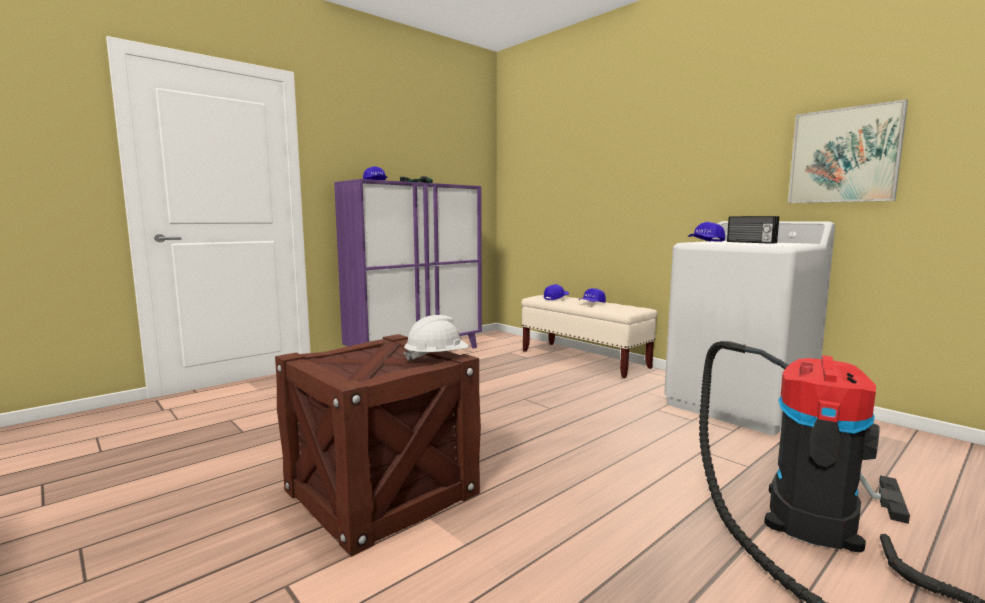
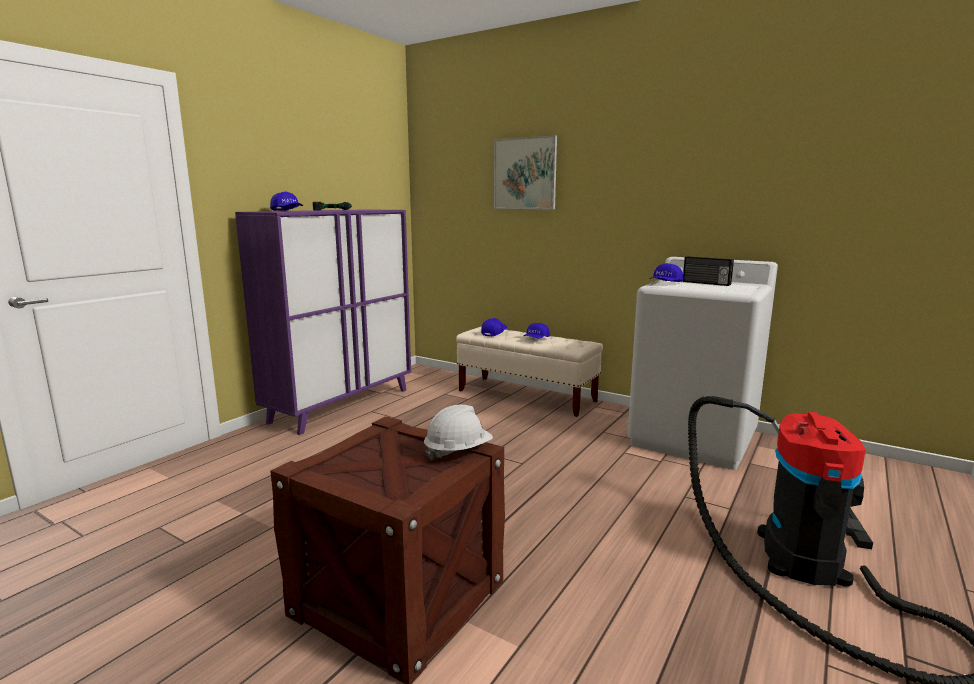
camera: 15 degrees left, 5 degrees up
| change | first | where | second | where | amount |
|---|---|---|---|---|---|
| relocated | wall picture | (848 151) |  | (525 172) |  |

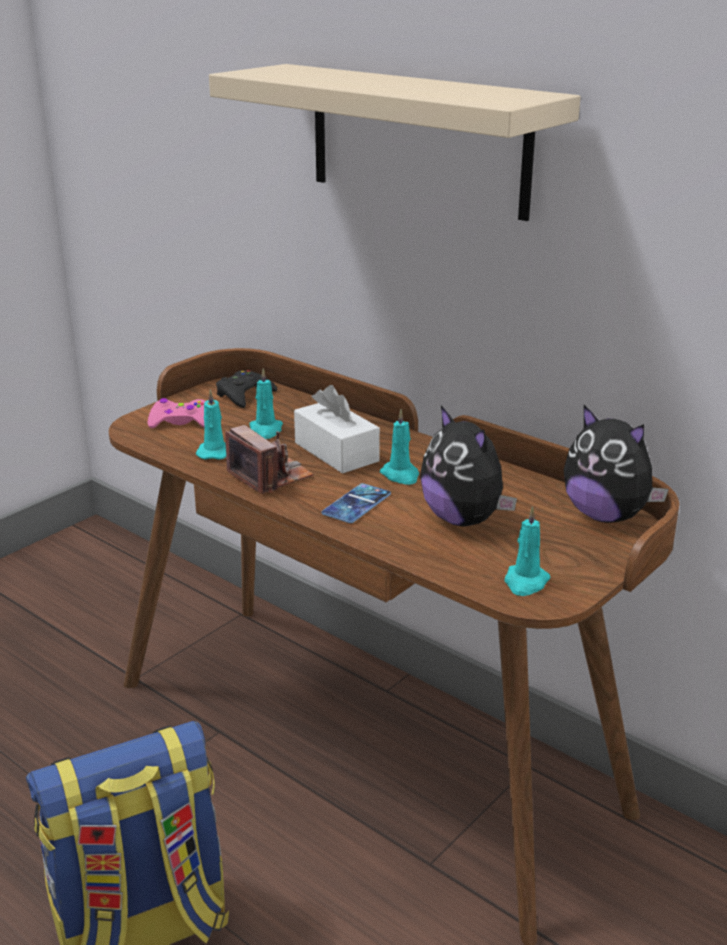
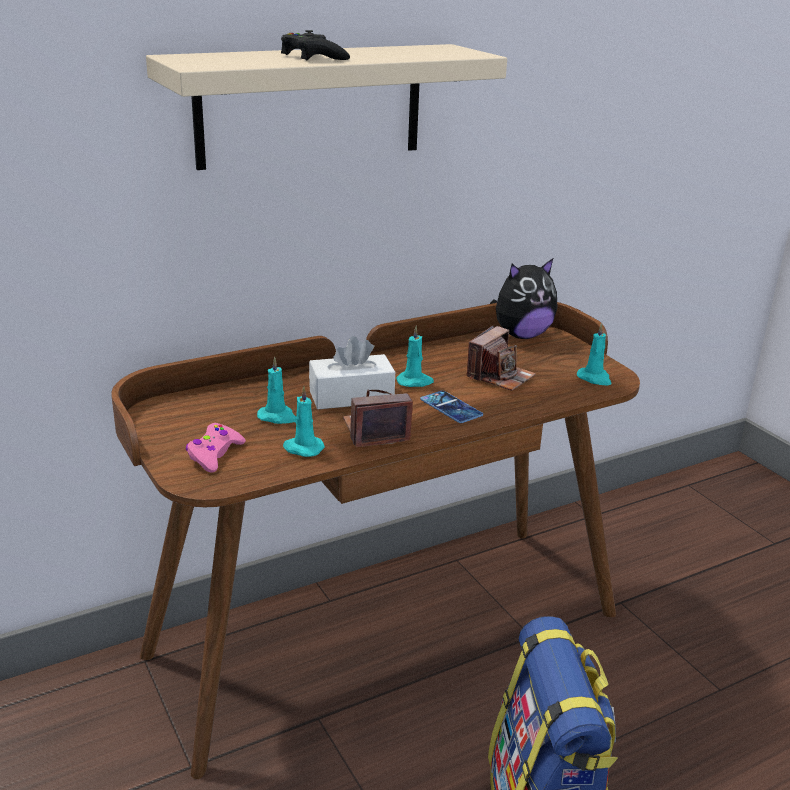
camera: 70 degrees left, 0 degrees up
| change | first | where | second | where | amount |
|---|---|---|---|---|---|
| relocated | black joypad | (247 389) |  | (315 45) |  |
| exchanged | plush toy | (468 466) | still camera | (501 358) |  |

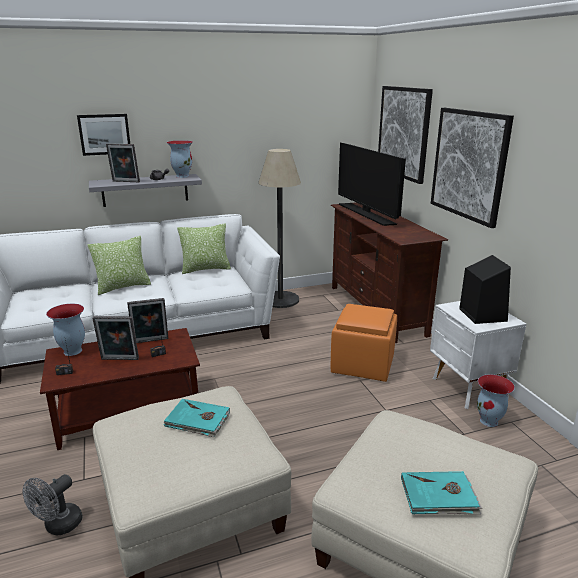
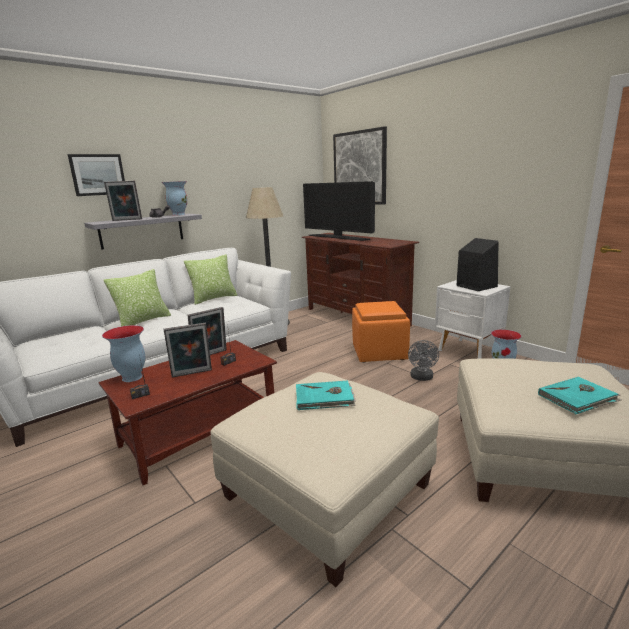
camera: 20 degrees left, 5 degrees down
| change | first | where | second | where | amount |
|---|---|---|---|---|---|
| relocated | grey electric fan | (52 505) |  | (423 360) |  |
| missing | wall picture | (472 168) |  |  |  |

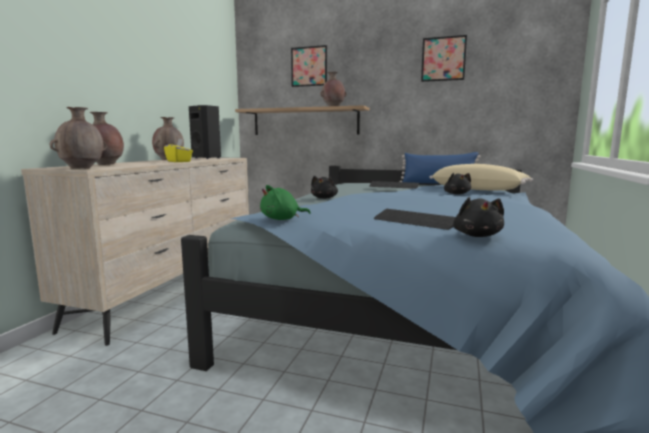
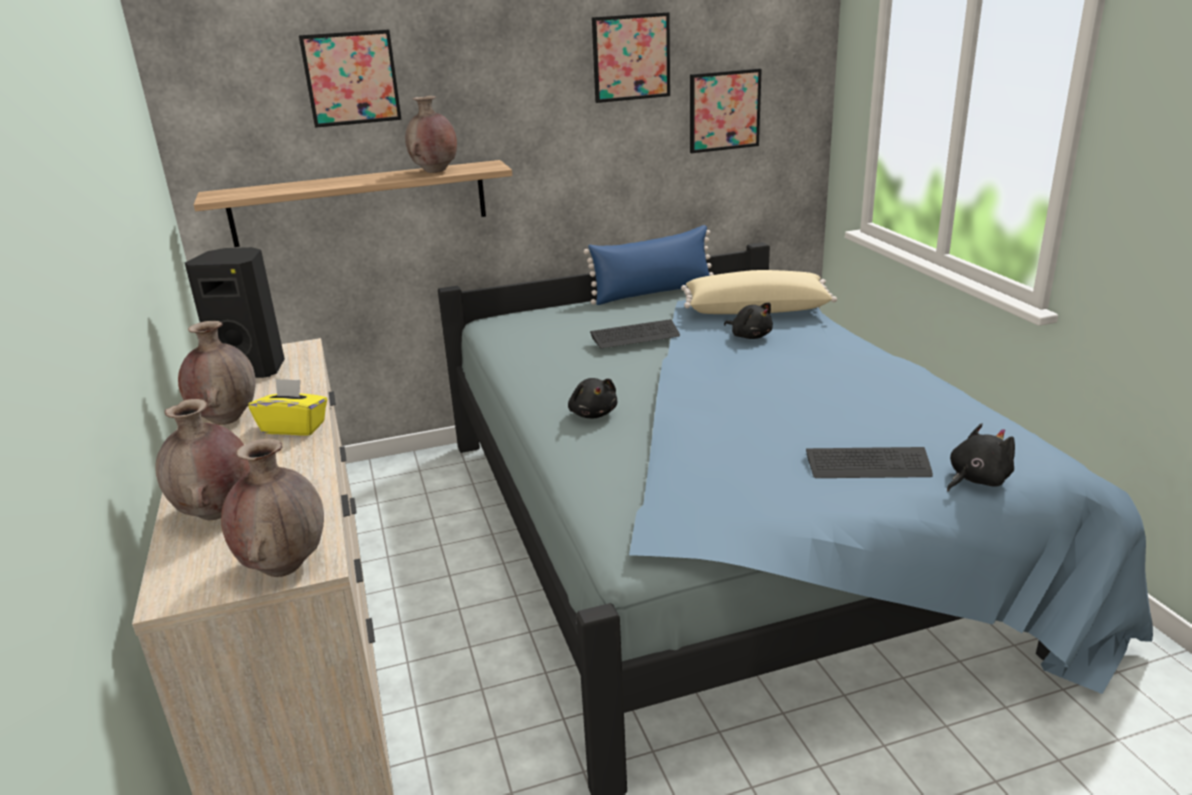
camera: 35 degrees left, 15 degrees up
| change | first | where | second | where | amount |
|---|---|---|---|---|---|
| missing | green plush toy | (285 202) |  |  |  |
| spun | black plush toy | (478 217) |  | (981 457) | 90 degrees counterclockwise |
| appeared |  |  | wall picture | (726 110) |  |

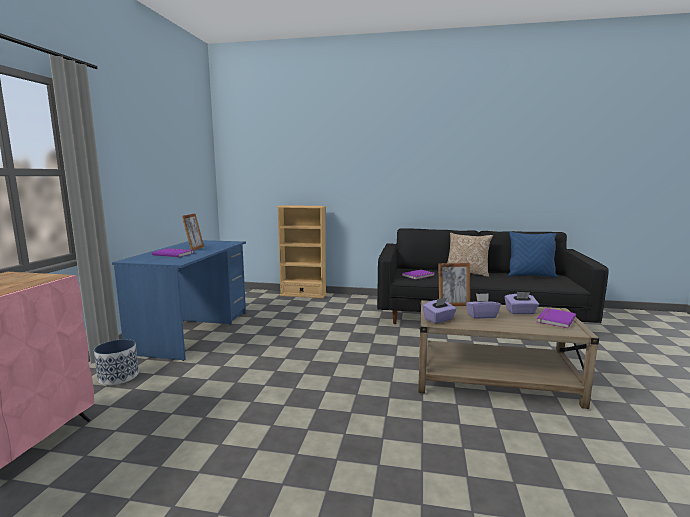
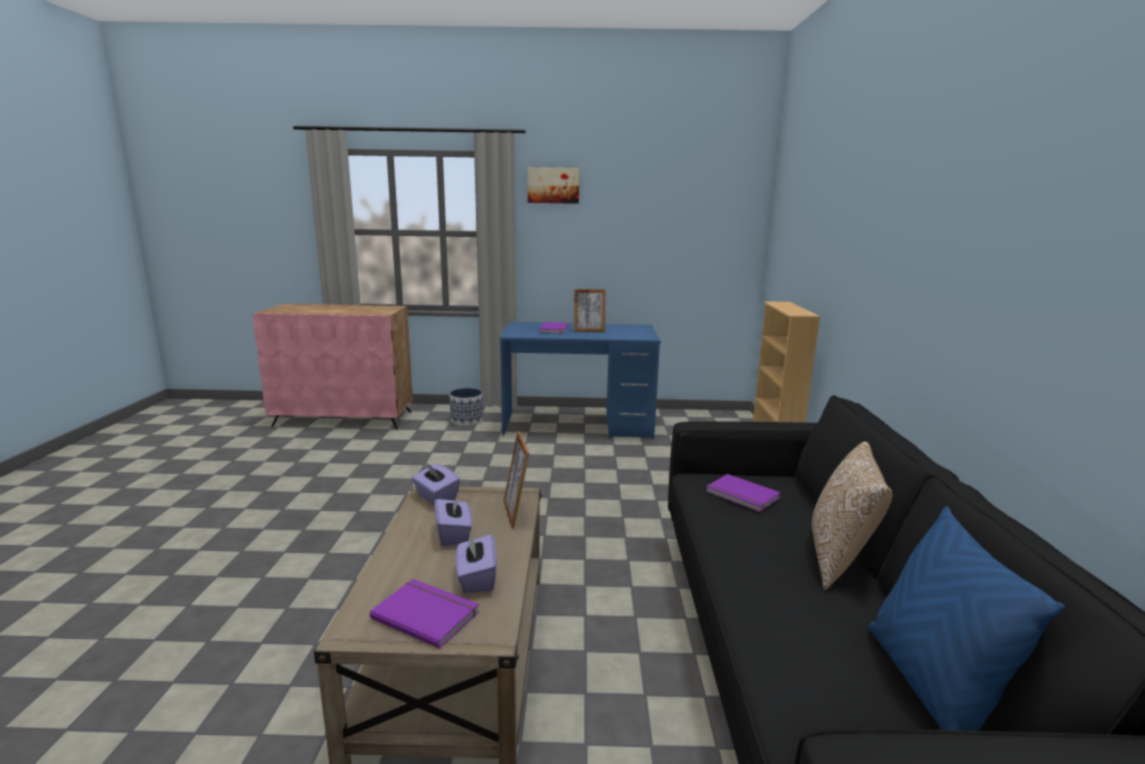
camera: 80 degrees right, 5 degrees up
| change | first | where | second | where | amount |
|---|---|---|---|---|---|
| appeared |  |  | wall picture | (553 185) |  |

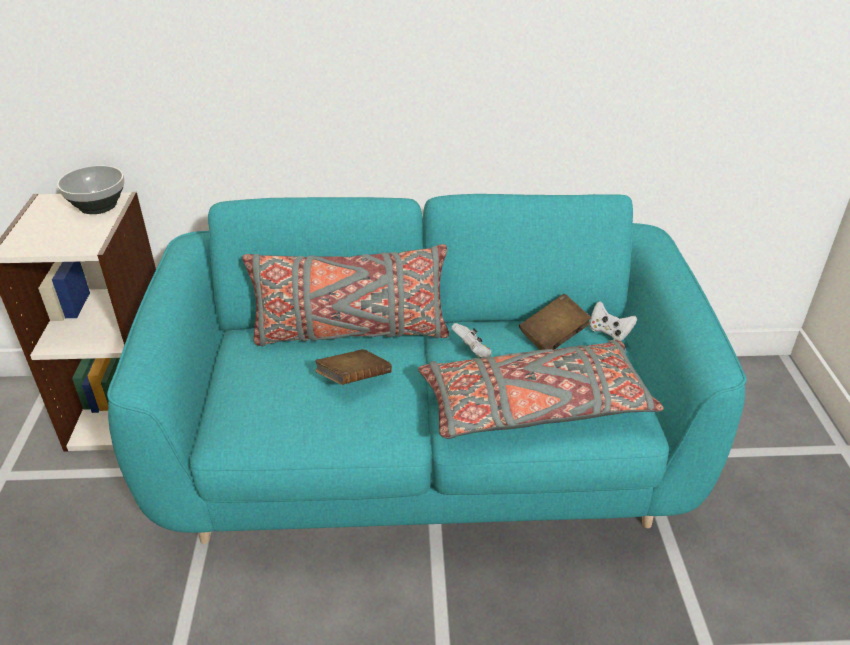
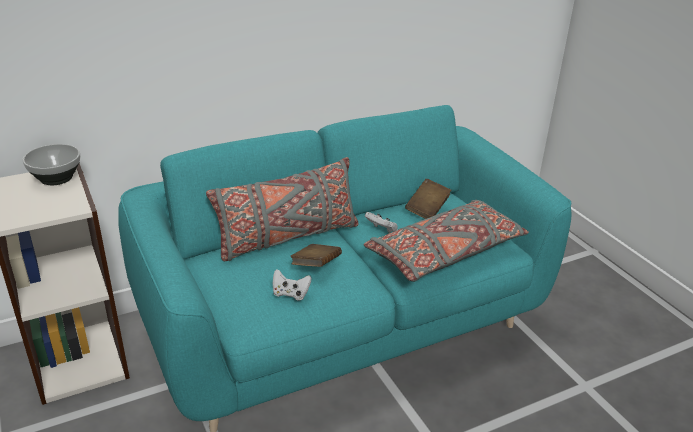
camera: 25 degrees left, 5 degrees down
| change | first | where | second | where | amount |
|---|---|---|---|---|---|
| relocated | whitish joypad | (613 321) |  | (292 285) |  |

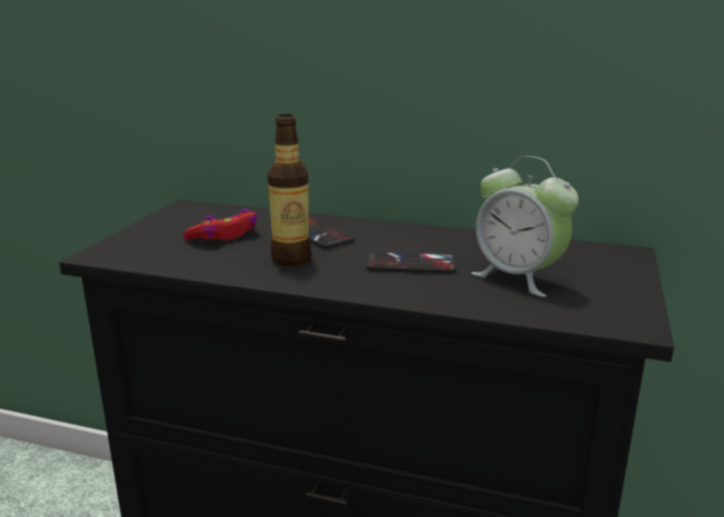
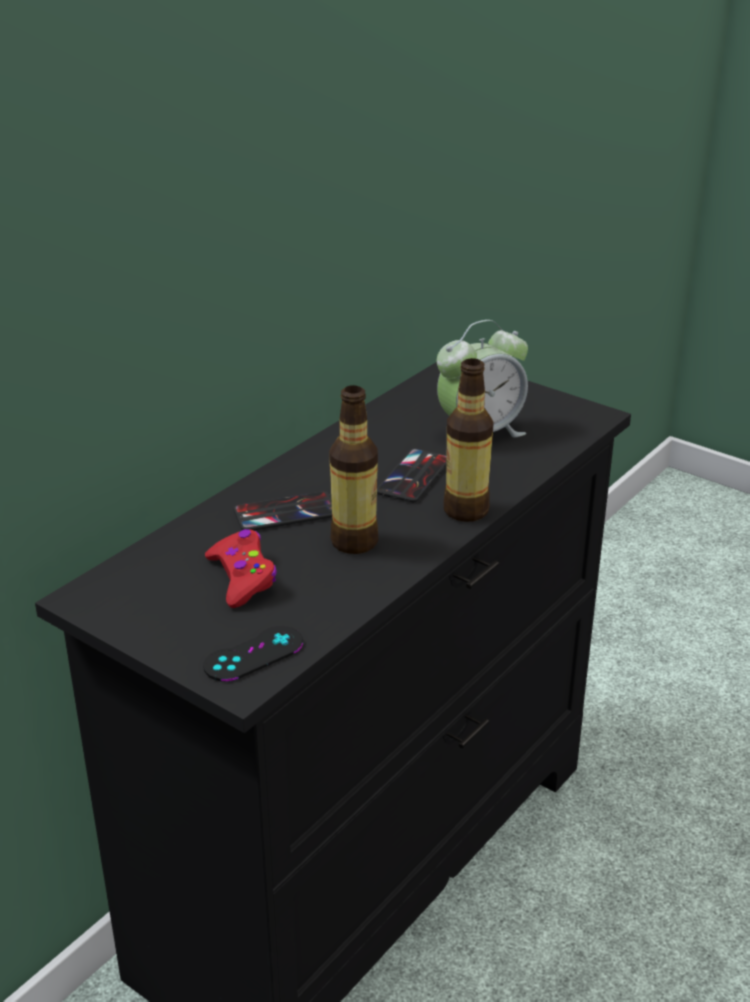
camera: 70 degrees left, 10 degrees up
| change | first | where | second | where | amount |
|---|---|---|---|---|---|
| appeared |  |  | black joypad | (253 654) |  |
| appeared |  |  | bottle | (468 440) |  |

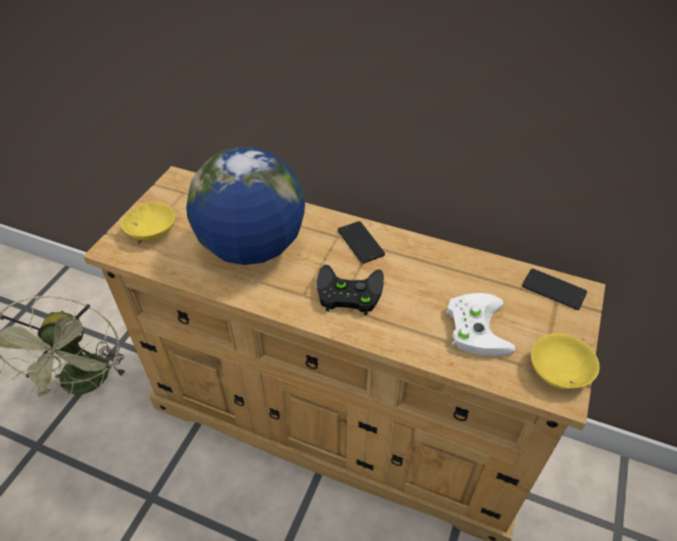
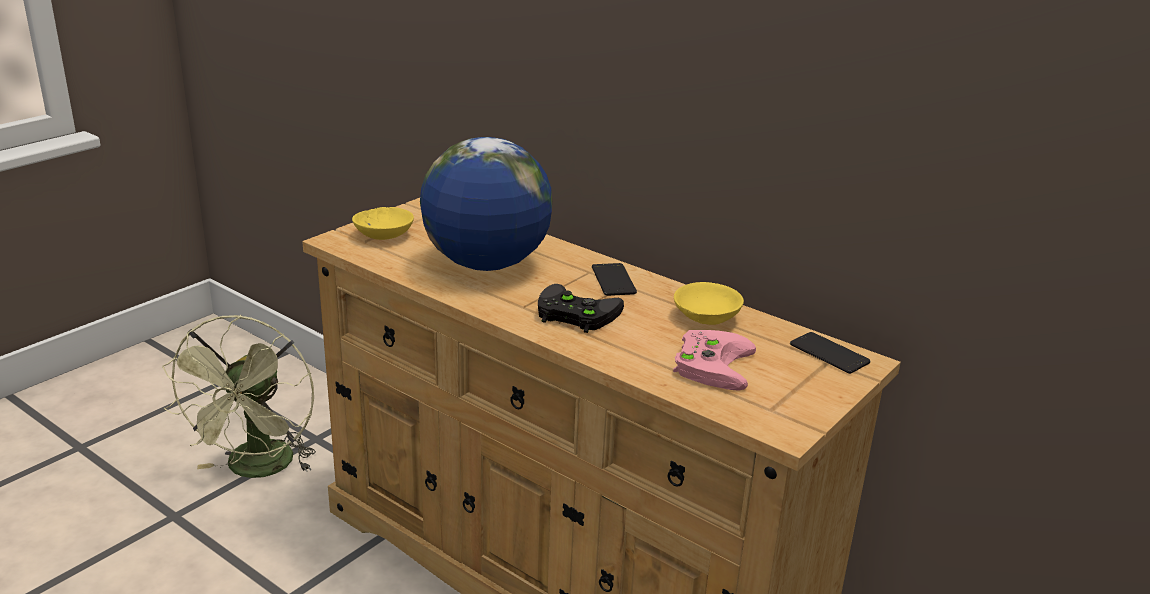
camera: 15 degrees right, 20 degrees down
| change | first | where | second | where | amount |
|---|---|---|---|---|---|
| colour | whitish joypad | (481 324) | pinkish joypad | (714 360) |  |
| relocated | yellowish bowl | (565 361) |  | (709 303) |  |

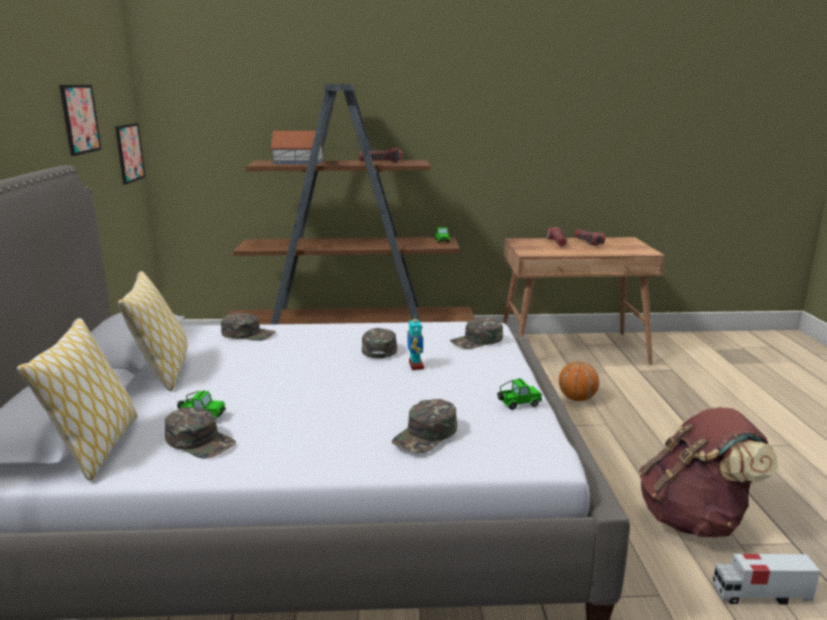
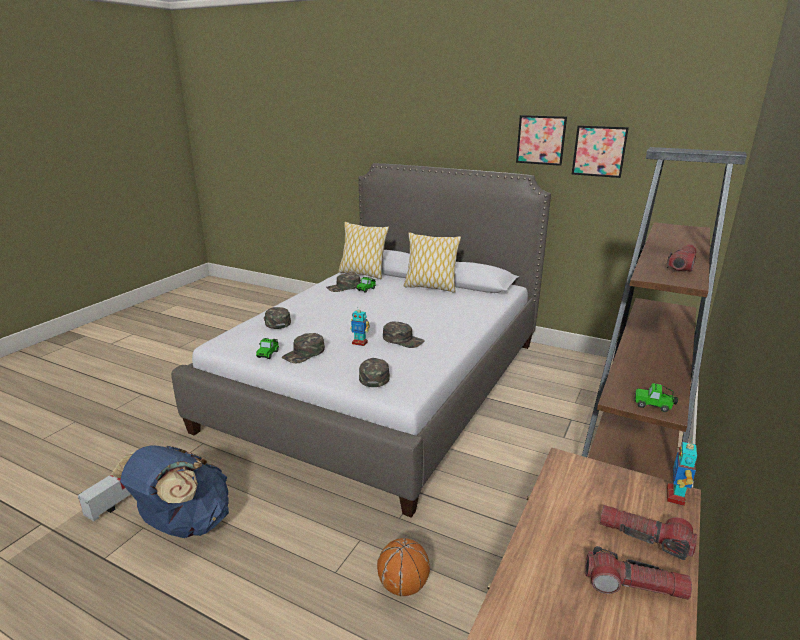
camera: 120 degrees right, 5 degrees up
| change | first | where | second | where | amount |
|---|---|---|---|---|---|
| relocated | wall picture | (130 154) |  | (541 140) |  |
| relocated | green baseball cap | (248 327) |  | (303 348) |  |
| missing | toy house | (297 147) |  |  |  |
| colour | brown-coloured rucksack | (708 472) | blue rucksack | (170 492) |  |
| appeared |  |  | toy robot | (682 472) |  |

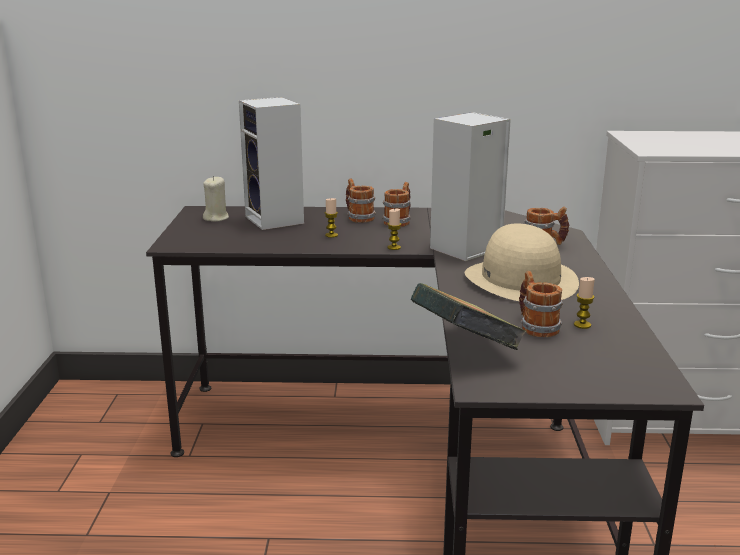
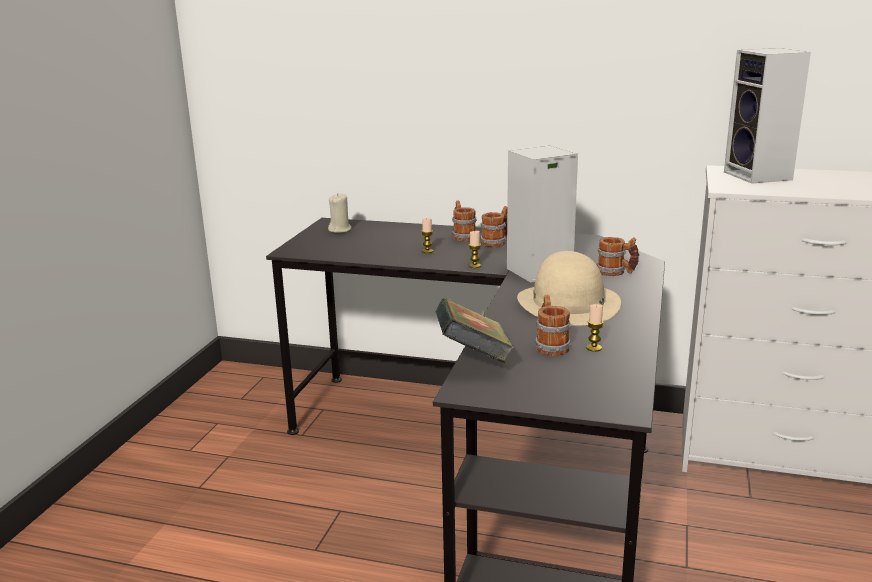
camera: 15 degrees right, 0 degrees up
| change | first | where | second | where | amount |
|---|---|---|---|---|---|
| relocated | loudspeaker | (271 163) |  | (767 116) |  |

